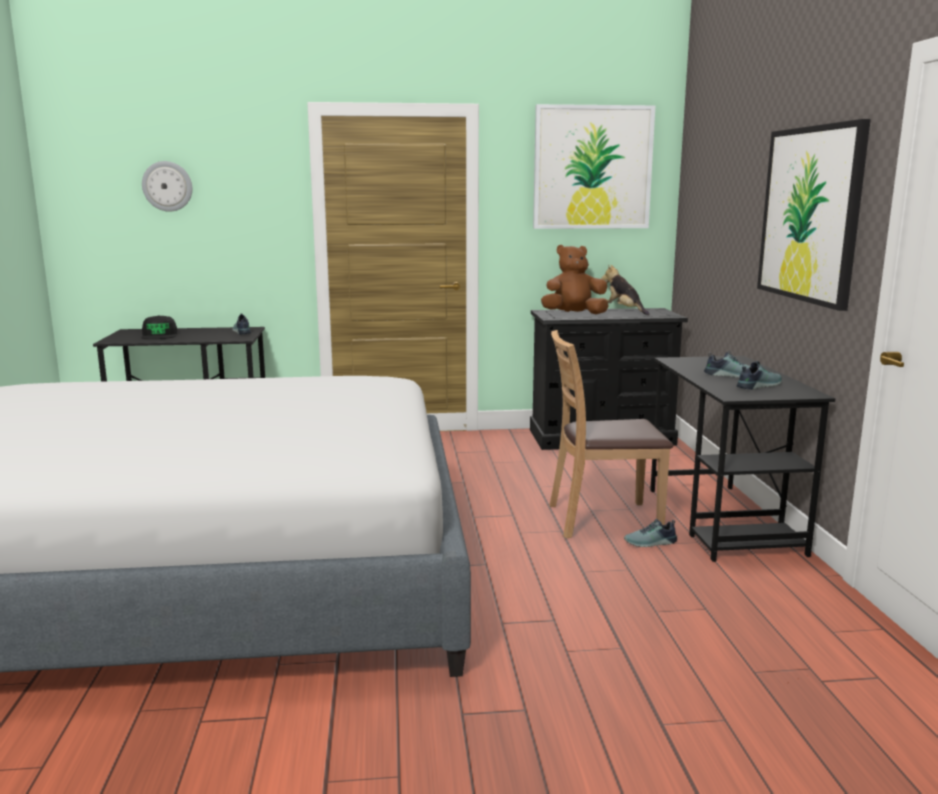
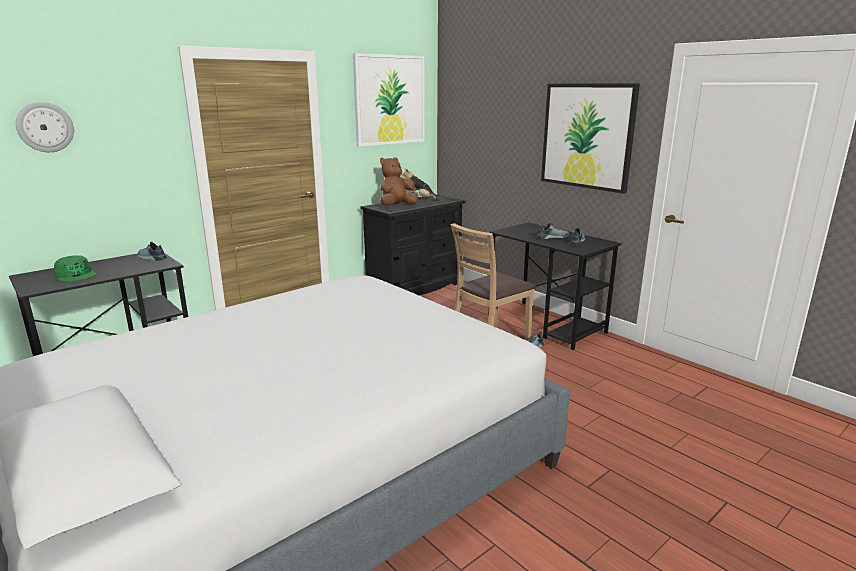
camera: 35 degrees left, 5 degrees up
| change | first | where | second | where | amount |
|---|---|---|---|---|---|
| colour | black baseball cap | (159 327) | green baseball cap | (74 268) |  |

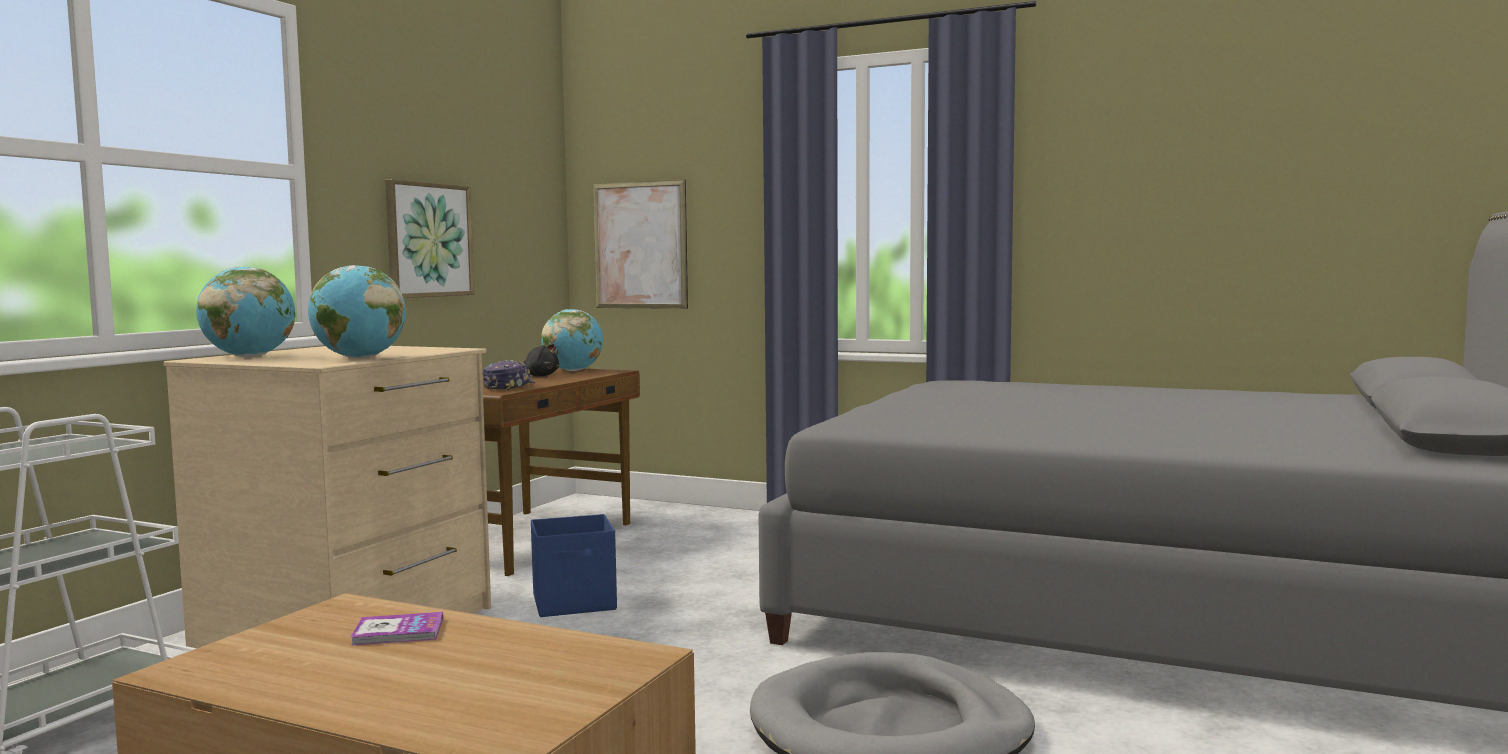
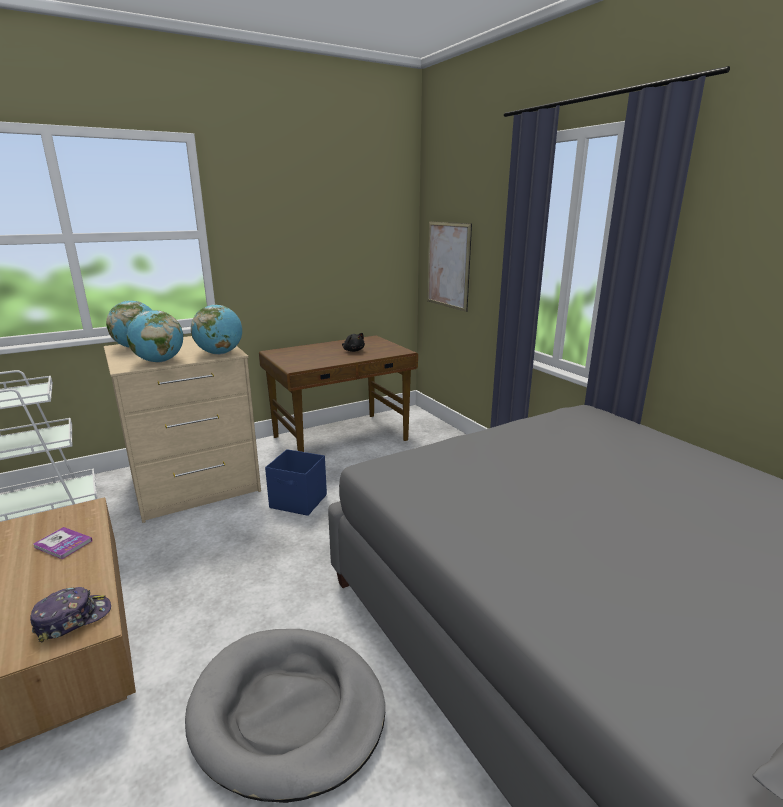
camera: 35 degrees right, 15 degrees up
| change | first | where | second | where | amount |
|---|---|---|---|---|---|
| missing | wall picture | (430 238) |  |  |  |
| relocated | baseball cap | (509 375) |  | (70 614) |  |
| relocated | globe | (572 340) |  | (216 330) |  |

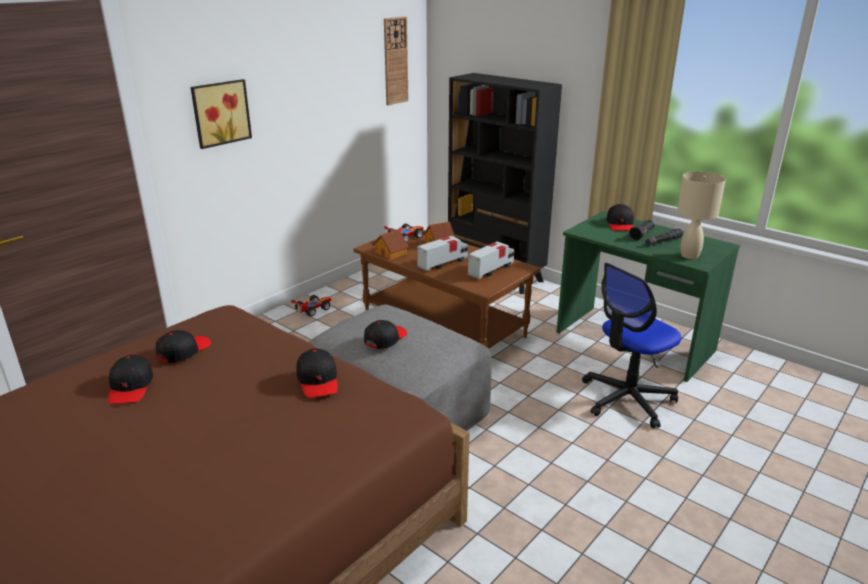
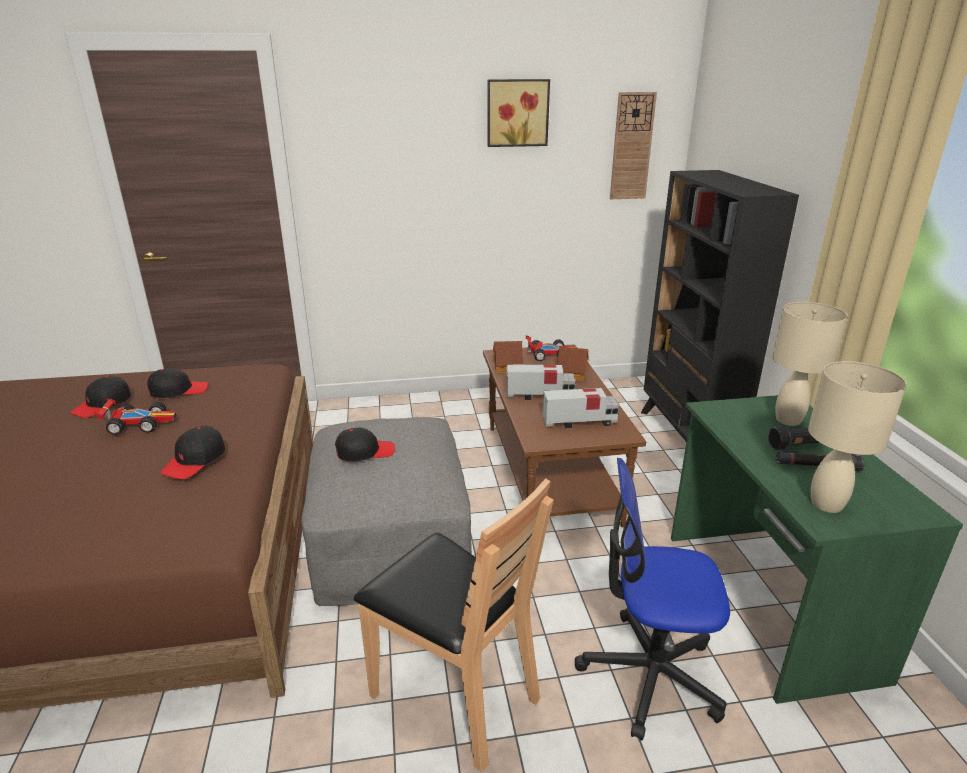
camera: 40 degrees right, 0 degrees up
| change | first | where | second | where | amount |
|---|---|---|---|---|---|
| relocated | wall picture | (221 114) |  | (518 113) |  |
| relocated | toy car | (311 306) |  | (136 416) |  |
| exchanged | black baseball cap | (620 217) | beige-coloured lamp for a table | (809 364) |  |
| appeared |  |  | brown-coloured upright chair | (453 625) |  |

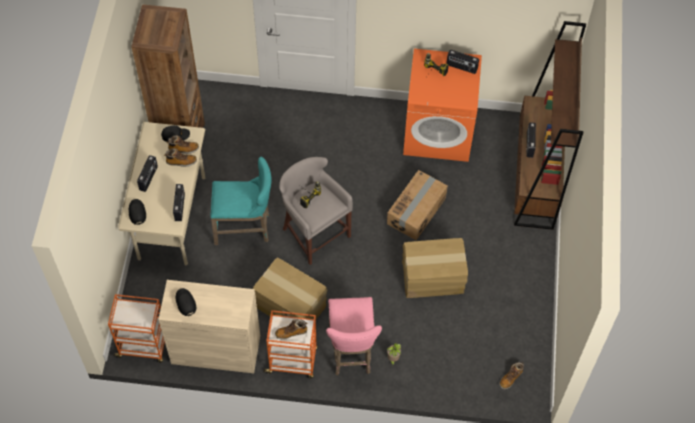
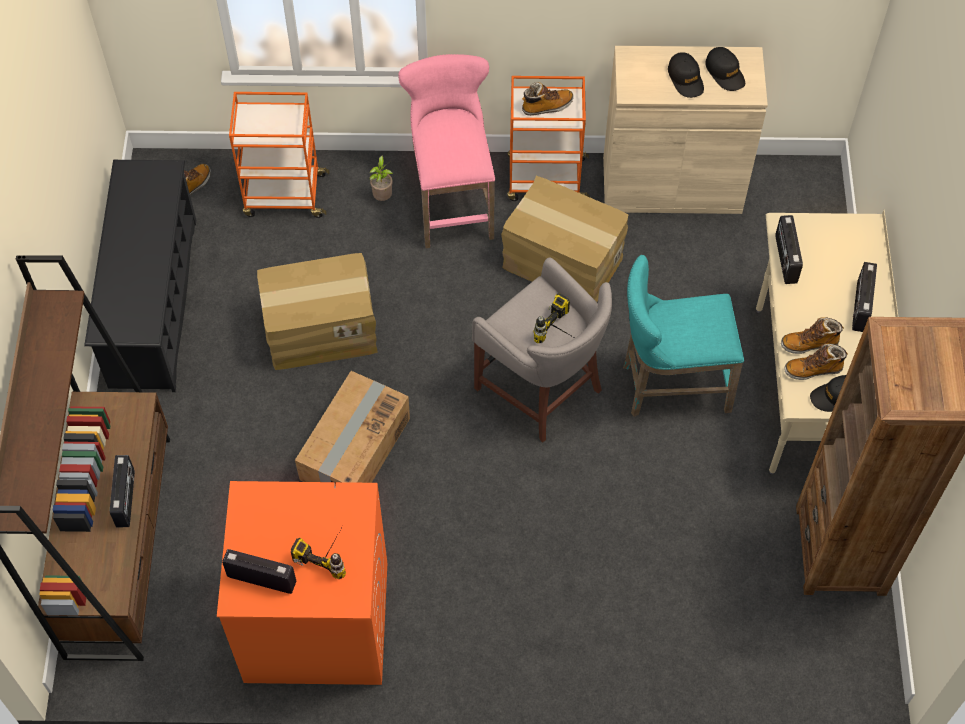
camera: 175 degrees right, 0 degrees up
| change | first | where | second | where | amount |
|---|---|---|---|---|---|
| relocated | orange-coloured wheeled cart | (136 328) |  | (279 155) |  |
| relocated | black baseball cap | (137 212) |  | (686 75) |  |
| appeared |  |  | black shoe shelf | (140 276) |  |

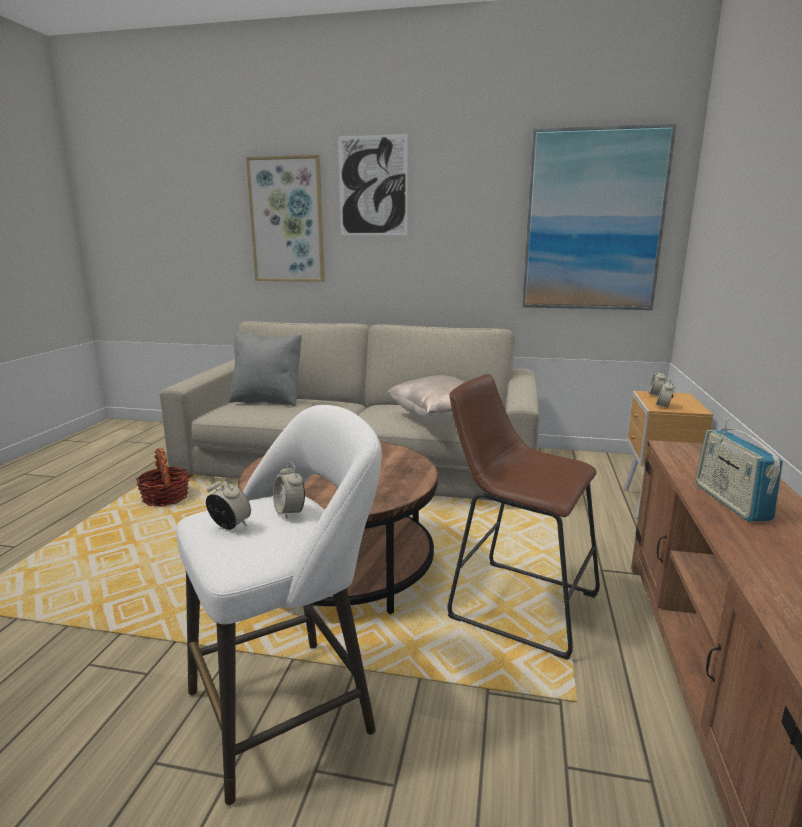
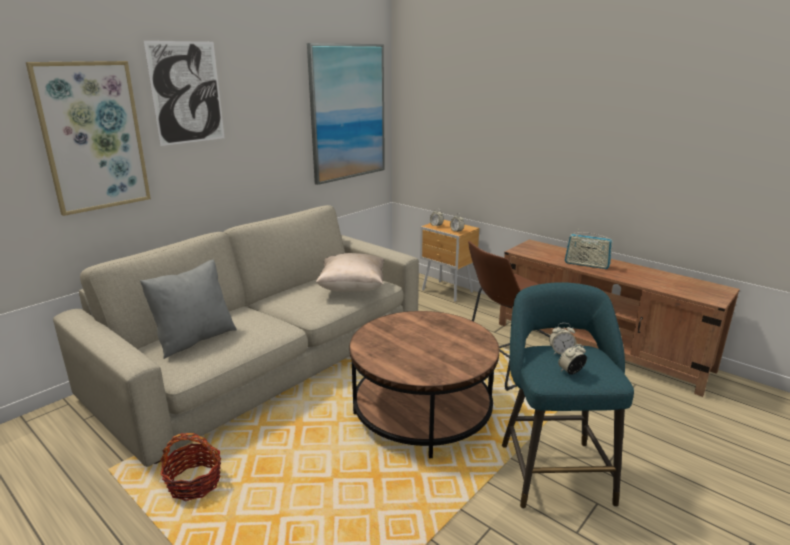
camera: 60 degrees left, 5 degrees up
| change | first | where | second | where | amount |
|---|---|---|---|---|---|
| colour | whitish stool | (279 605) | turquoise-coloured stool | (568 395) |  |

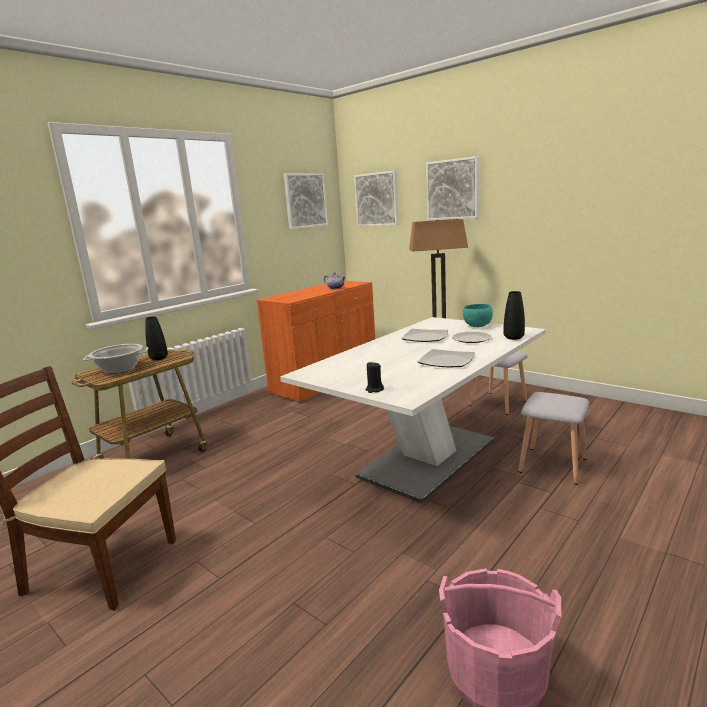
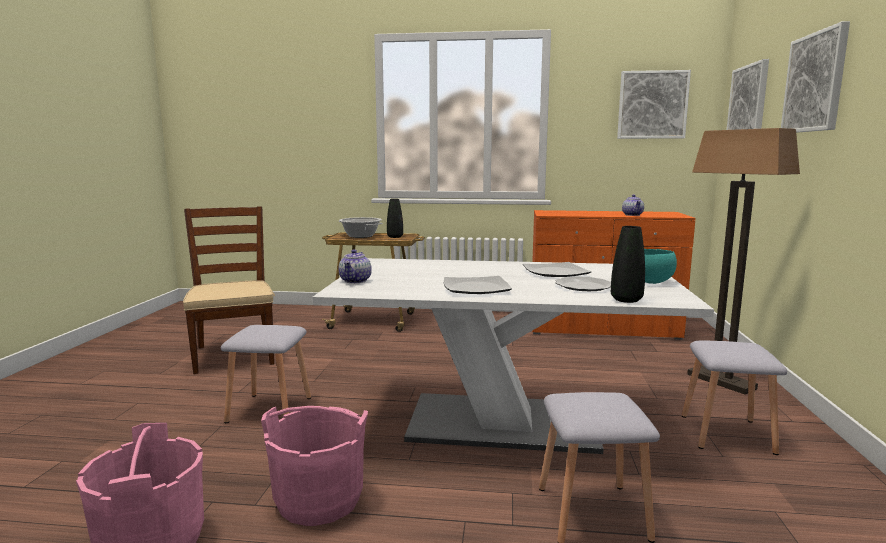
camera: 55 degrees right, 5 degrees down
| change | first | where | second | where | amount |
|---|---|---|---|---|---|
| exchanged | black wax light | (375 377) | pot for tea | (355 266) |  |
| appeared |  |  | grey stool | (266 374) |  |
| appeared |  |  | pinkish bucket | (314 466) |  |

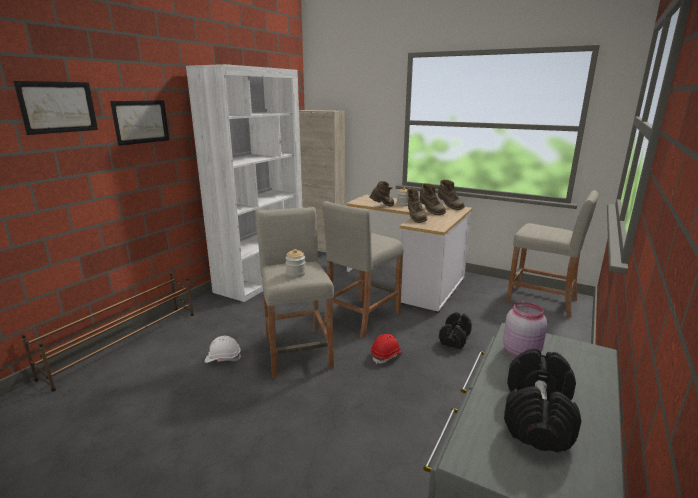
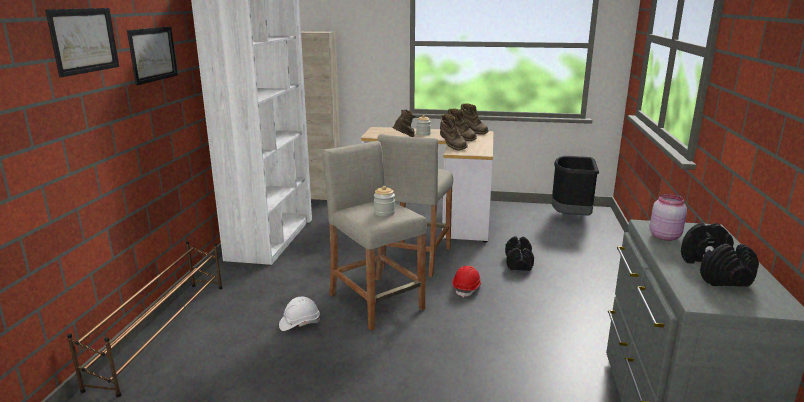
camera: 20 degrees left, 0 degrees up
| change | first | where | second | where | amount |
|---|---|---|---|---|---|
| exchanged | beige-coloured stool | (552 253) | black waste bin | (575 186) |  |

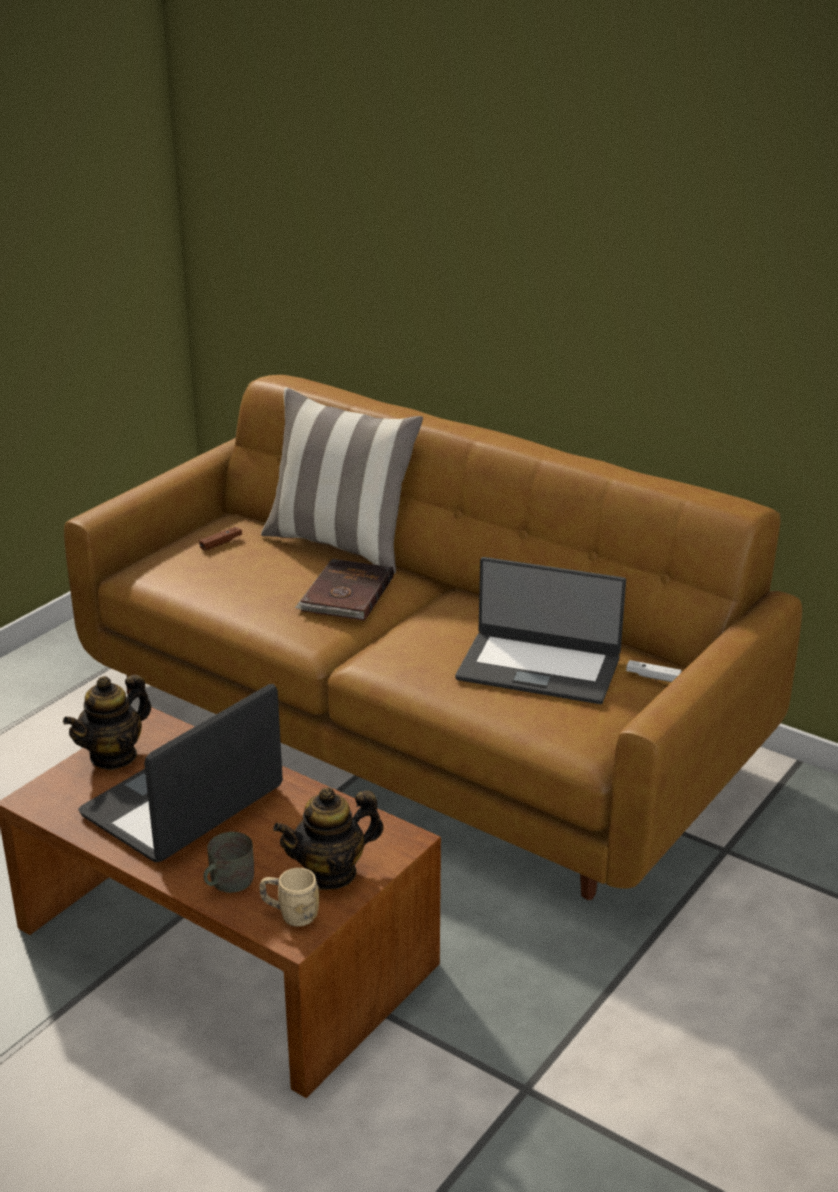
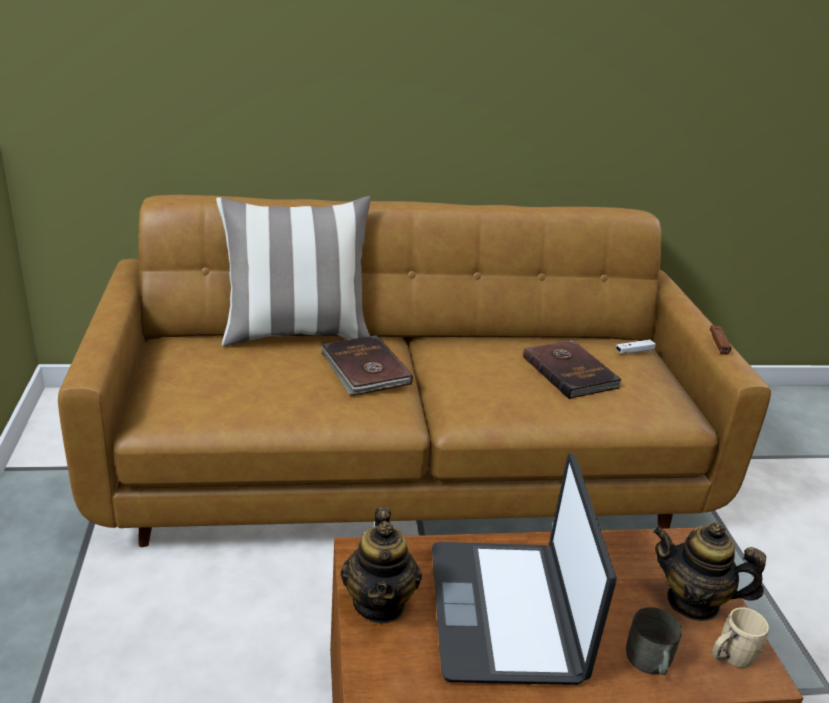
camera: 45 degrees left, 0 degrees up
| change | first | where | second | where | amount |
|---|---|---|---|---|---|
| relocated | brown-coloured joypad | (220 539) |  | (721 339) |  |
| spun | pot for tea | (328 838) |  | (709 571) | 90 degrees clockwise |
| exchanged | laptop | (540 630) | brown-coloured bound book | (572 369) |  |

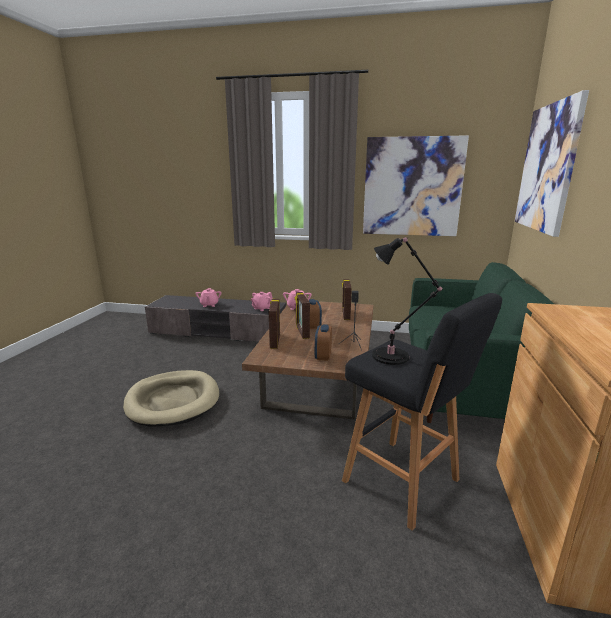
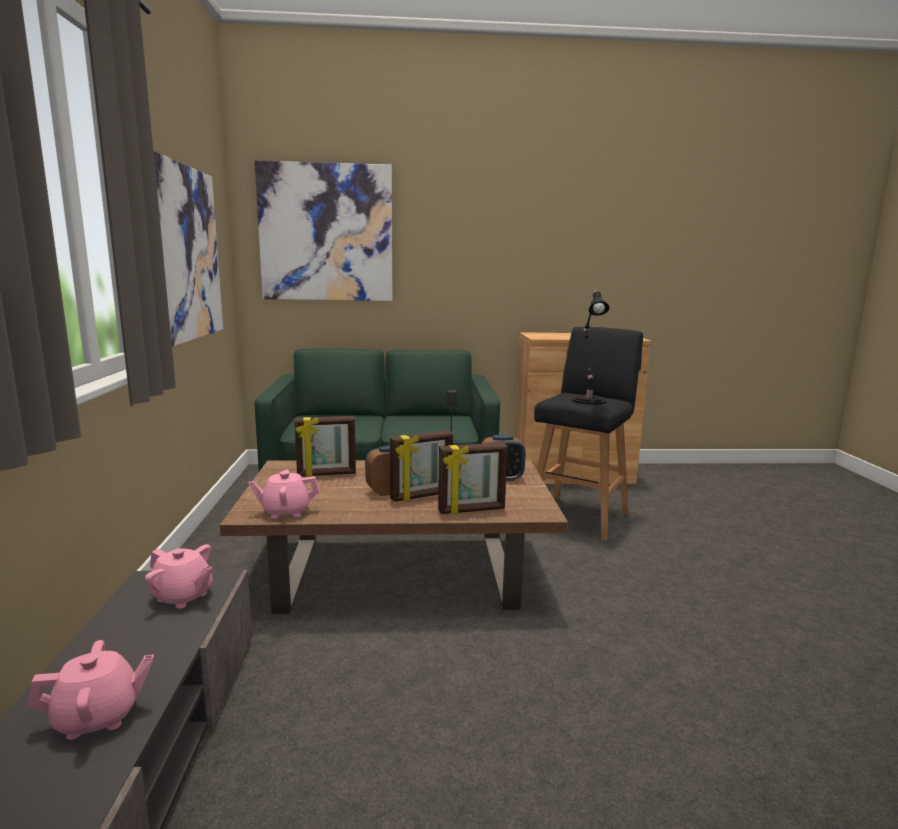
camera: 105 degrees left, 5 degrees down
| change | first | where | second | where | amount |
|---|---|---|---|---|---|
| missing | beige-coloured dog bed | (171 398) |  |  |  |

